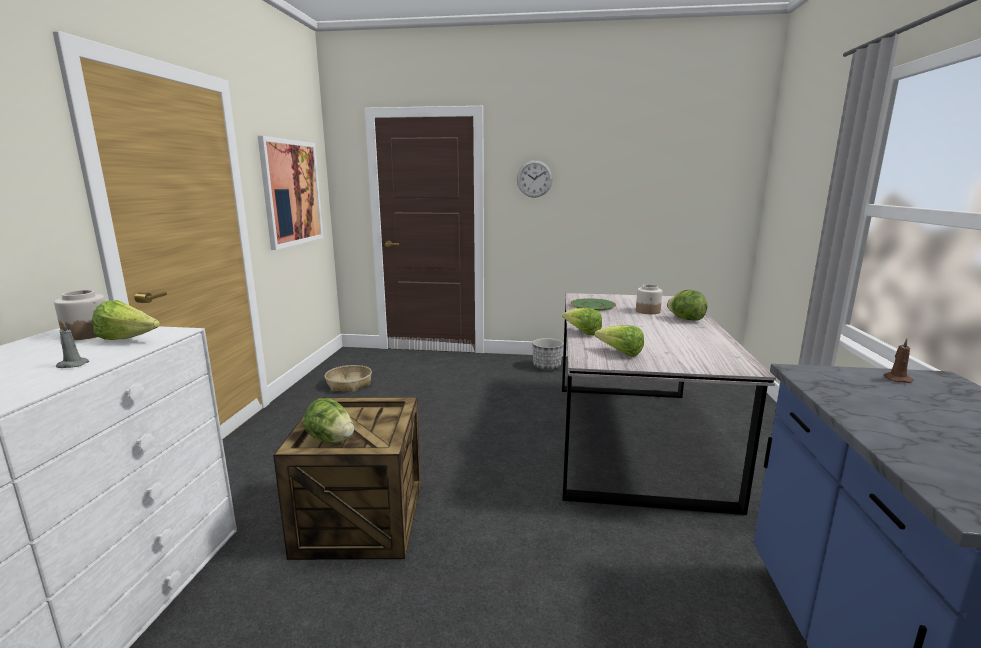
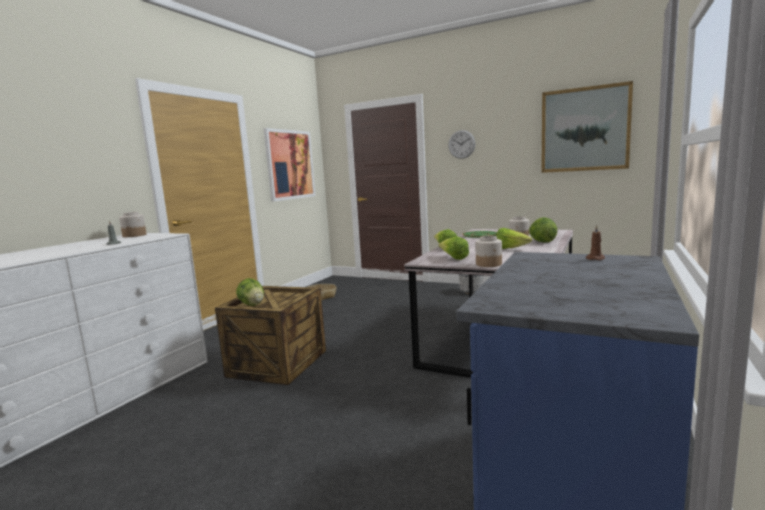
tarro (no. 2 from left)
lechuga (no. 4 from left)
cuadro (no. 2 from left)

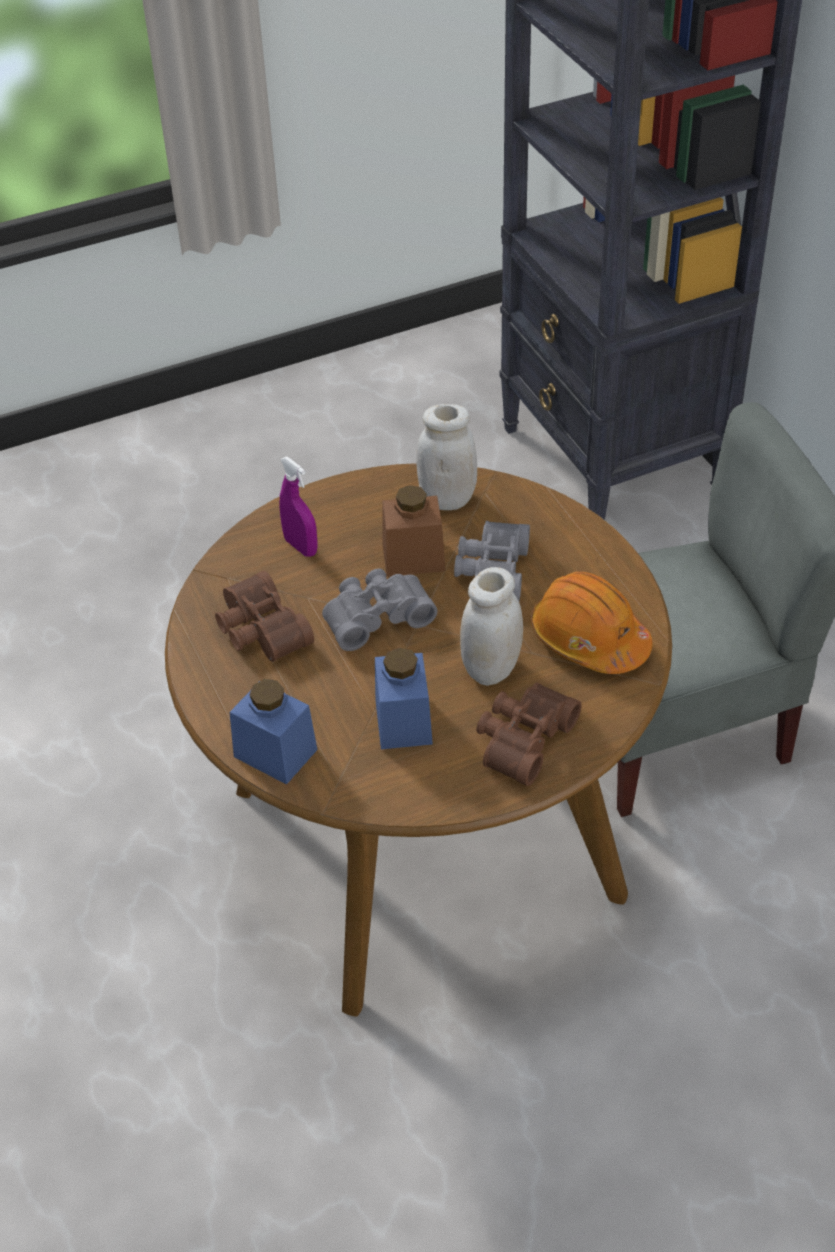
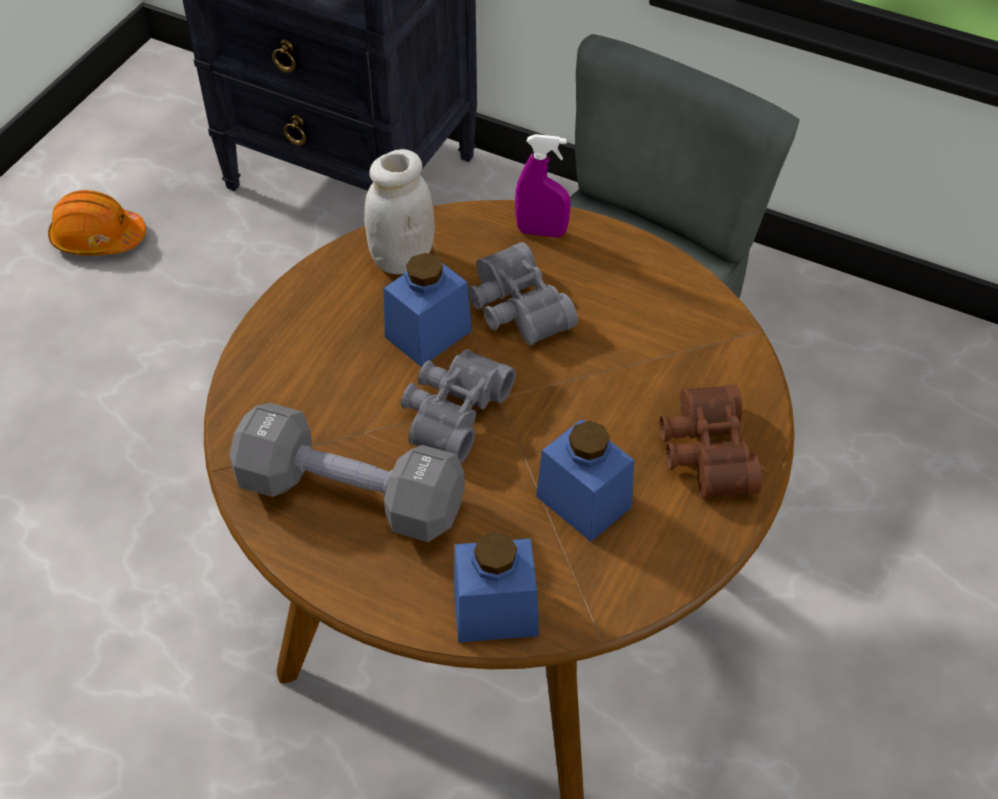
casco/naranja
mancuerna/gris
tarro/azul (no. 1 from left)
pulverizador/morado
tarro/blanco (no. 2 from left in the first image)

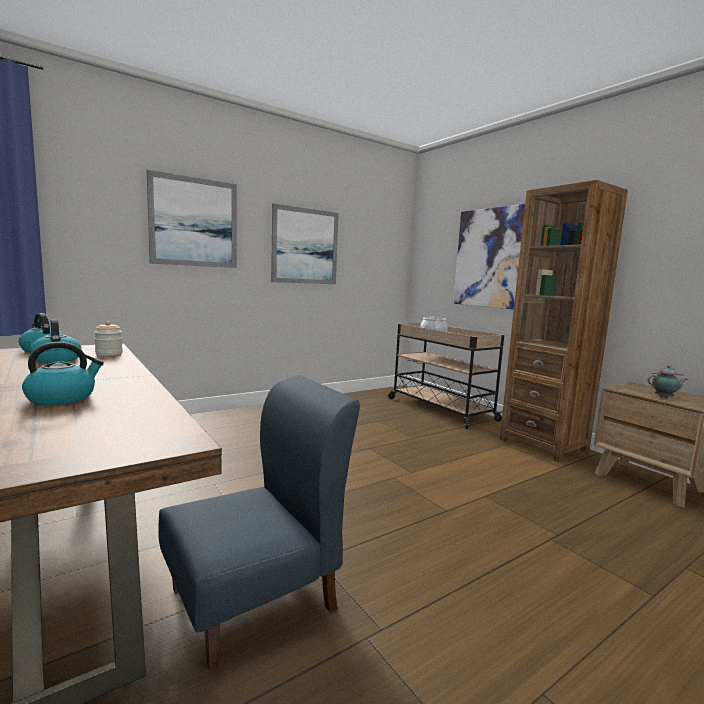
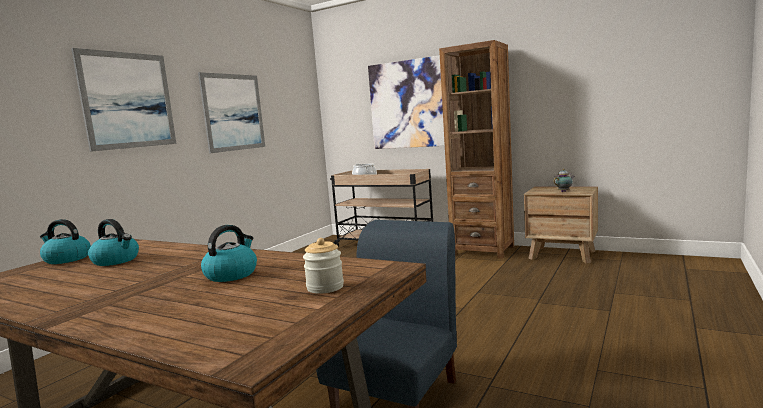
tarro

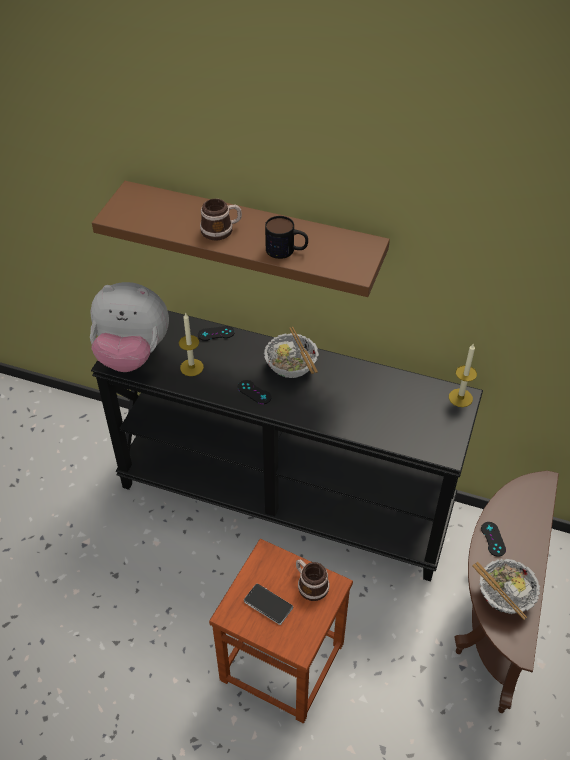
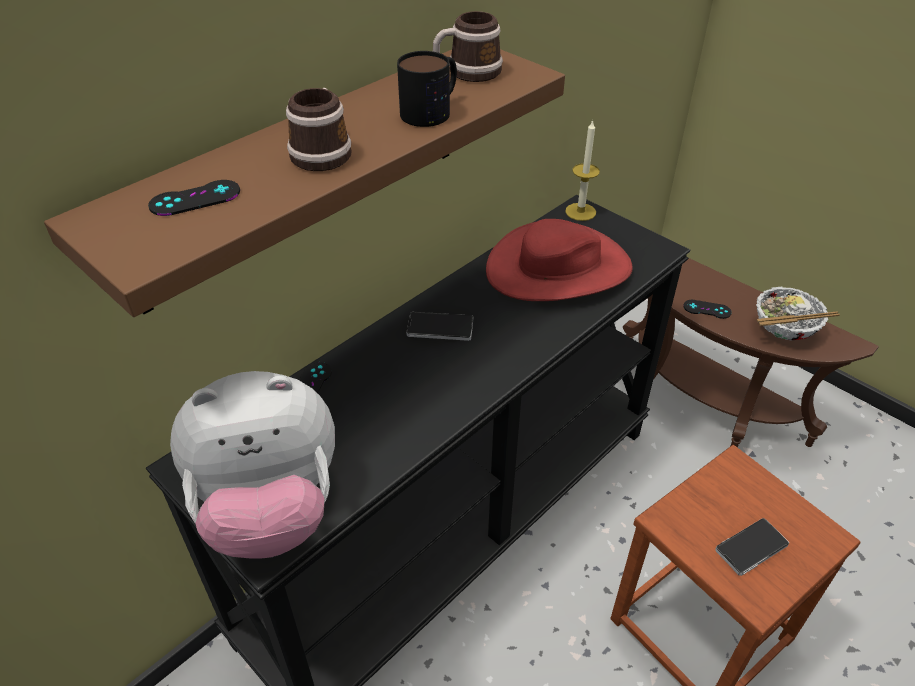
mando de consola/negro (no. 1 from left)
peluche
móvil (no. 1 from left)
taza grande (no. 3 from left)
sombrero/rojo
vela (no. 1 from left in the first image)

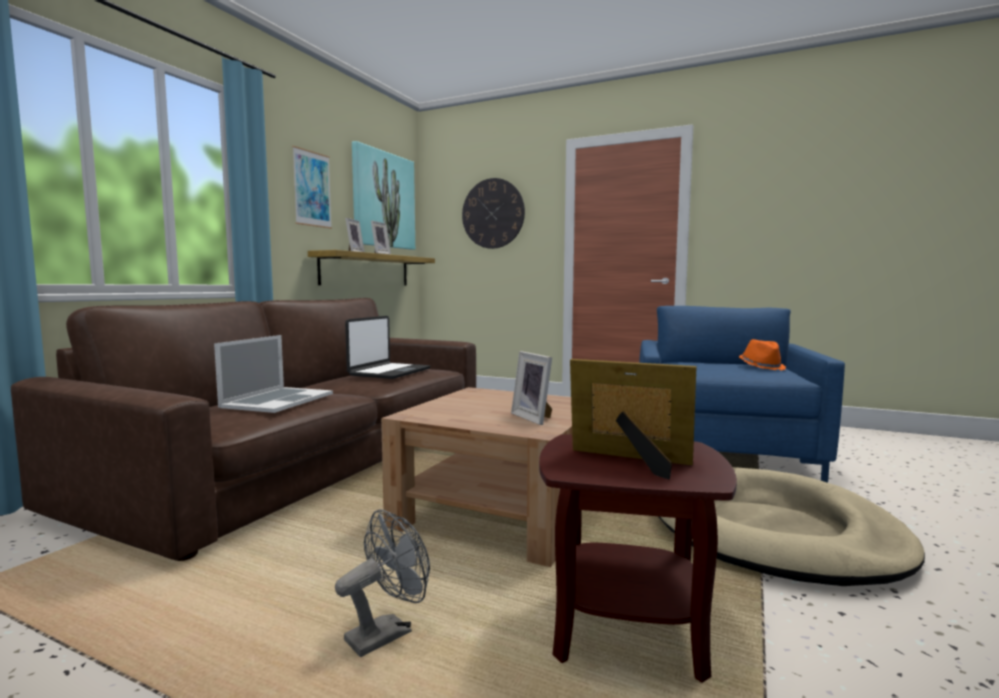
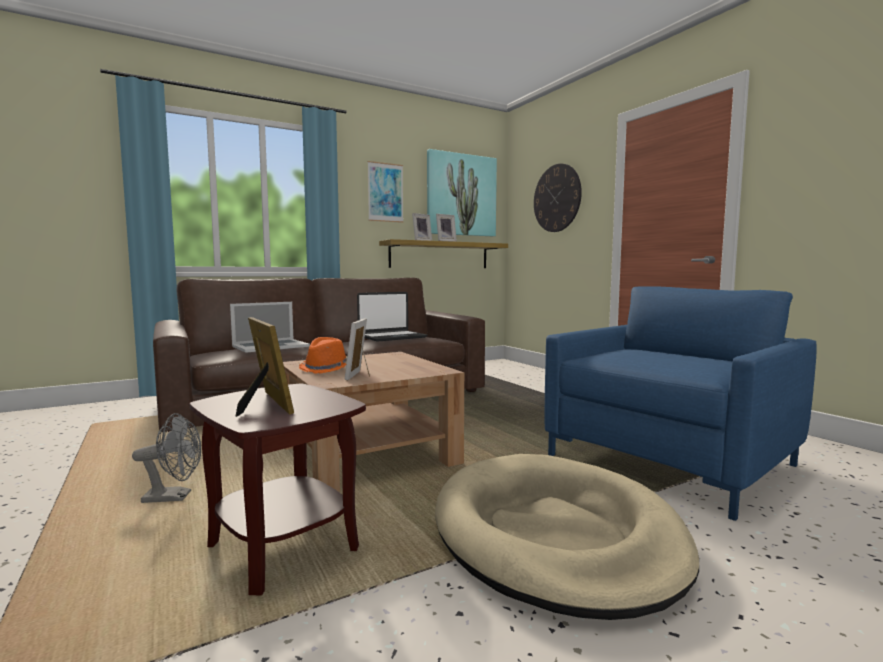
sombrero/naranja

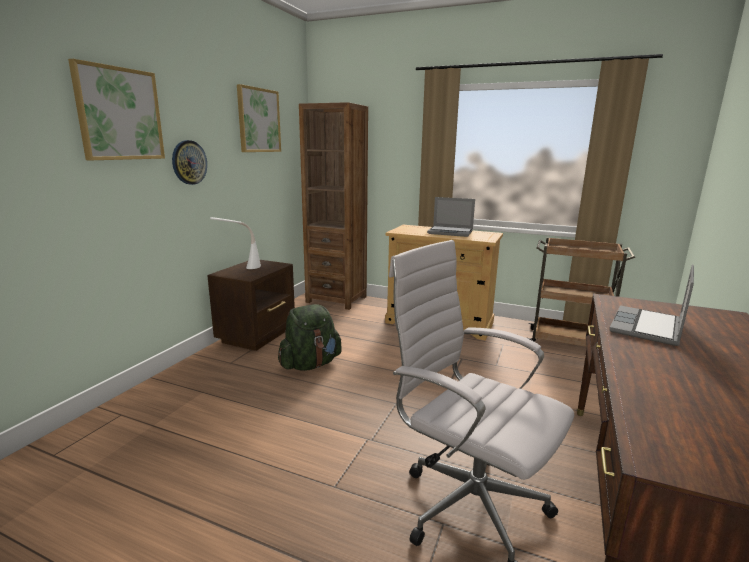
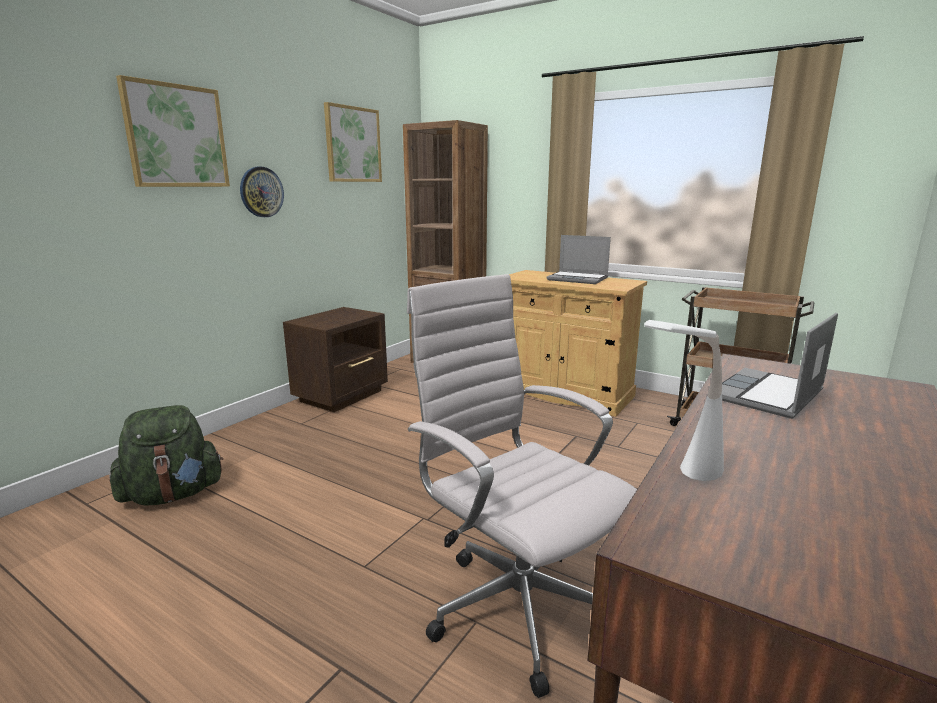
mochila/verde
lámpara de mesa/blanco

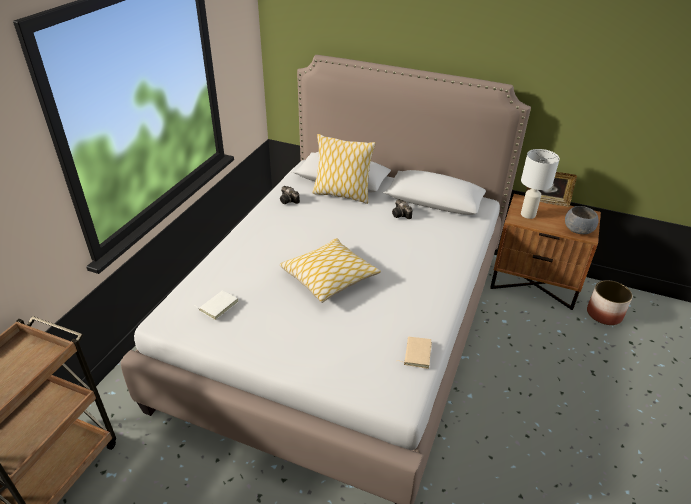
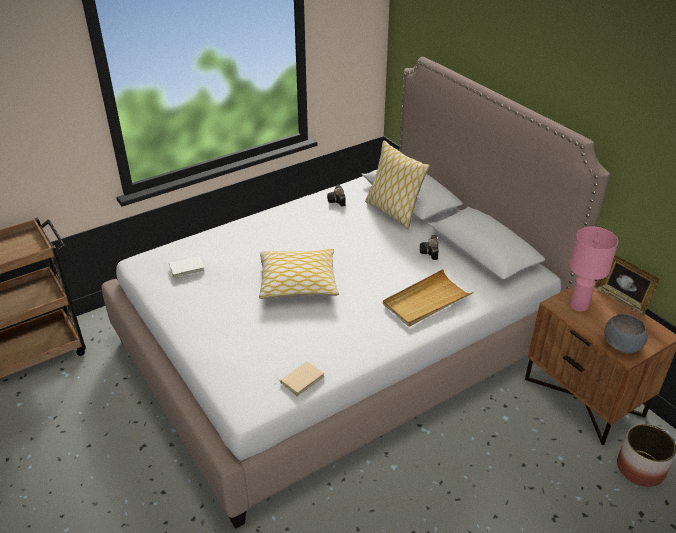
bandeja/beis
lámpara de mesa/rosa

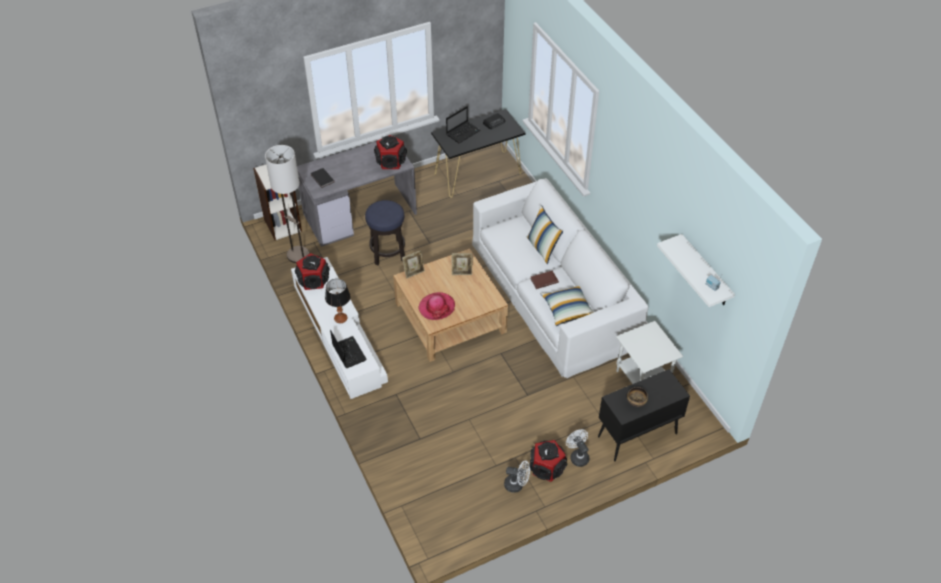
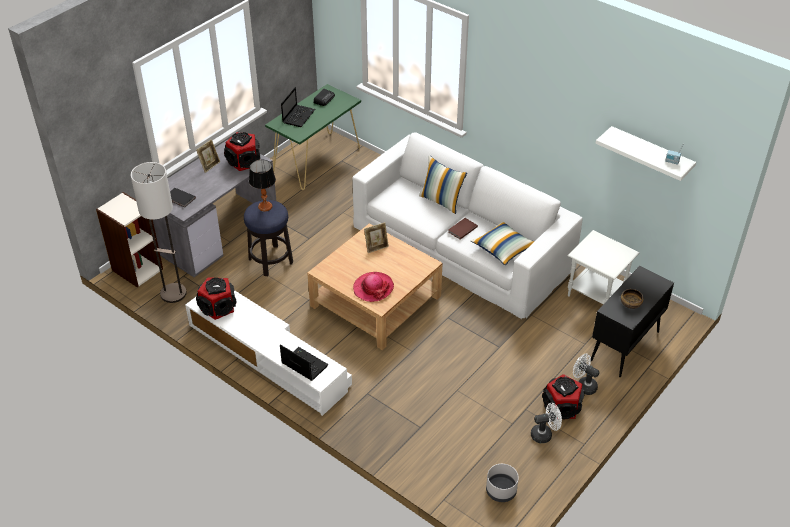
portarretratos (no. 1 from left)
lámpara de mesa
mesa consola/verde
maceta/gris

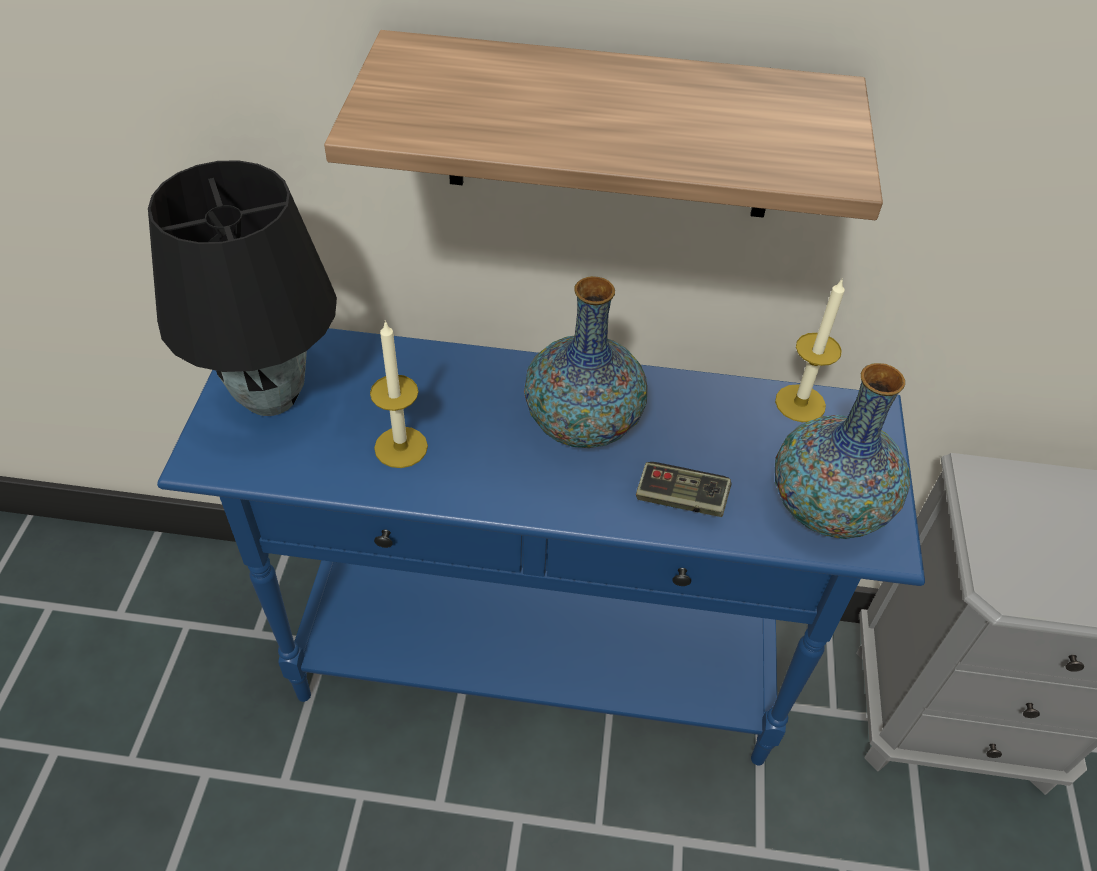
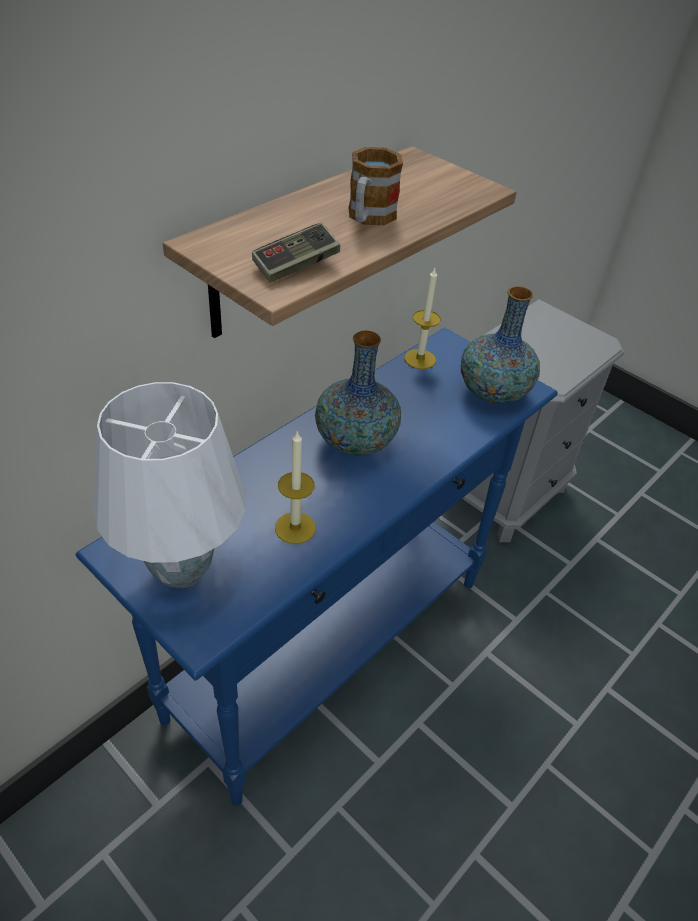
lámpara de mesa/blanco
mando de consola
taza grande

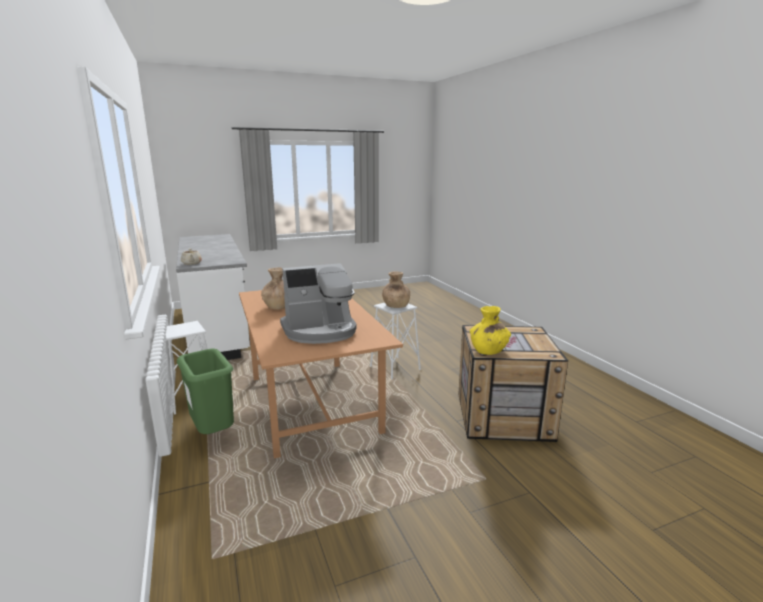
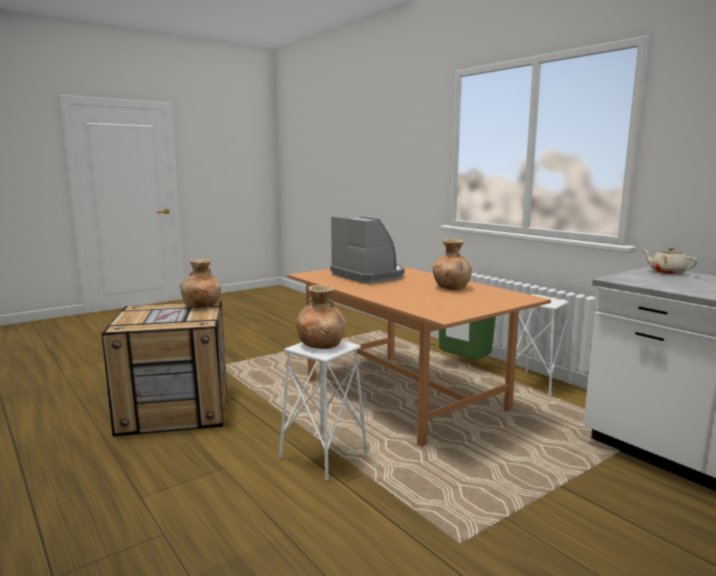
florero/marrón (no. 1 from left)
cafetera

